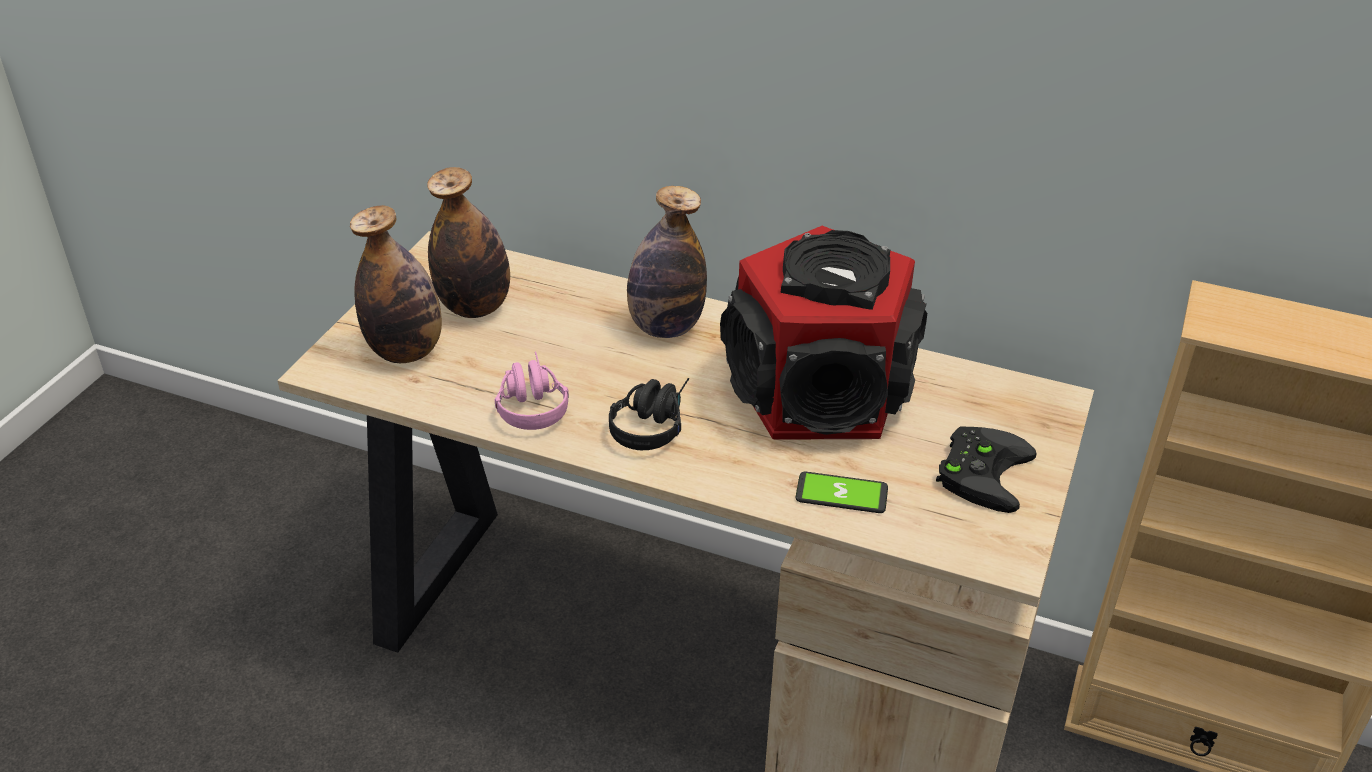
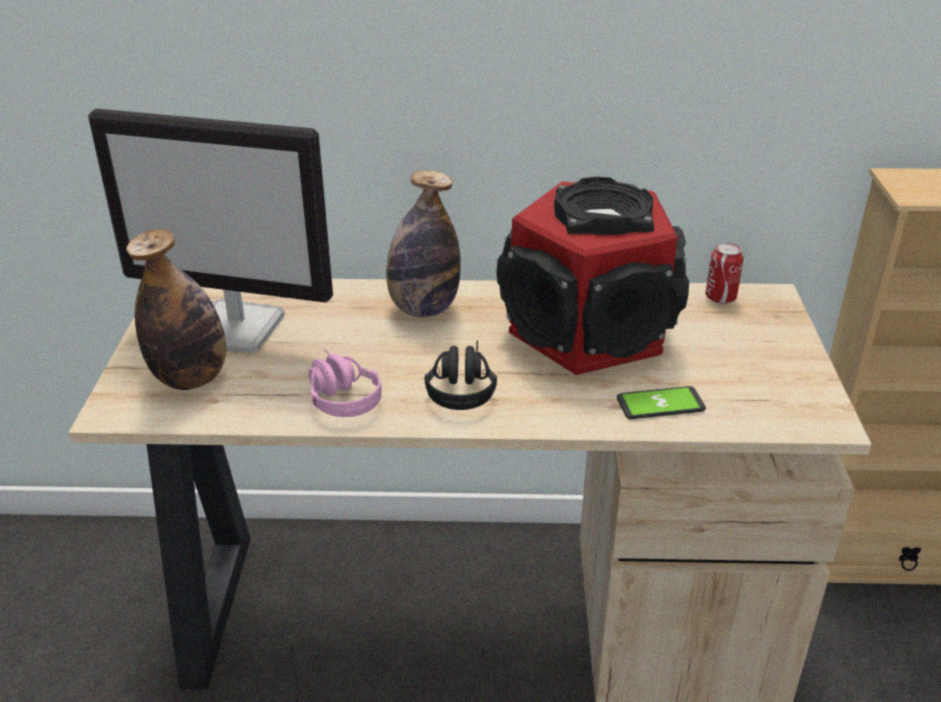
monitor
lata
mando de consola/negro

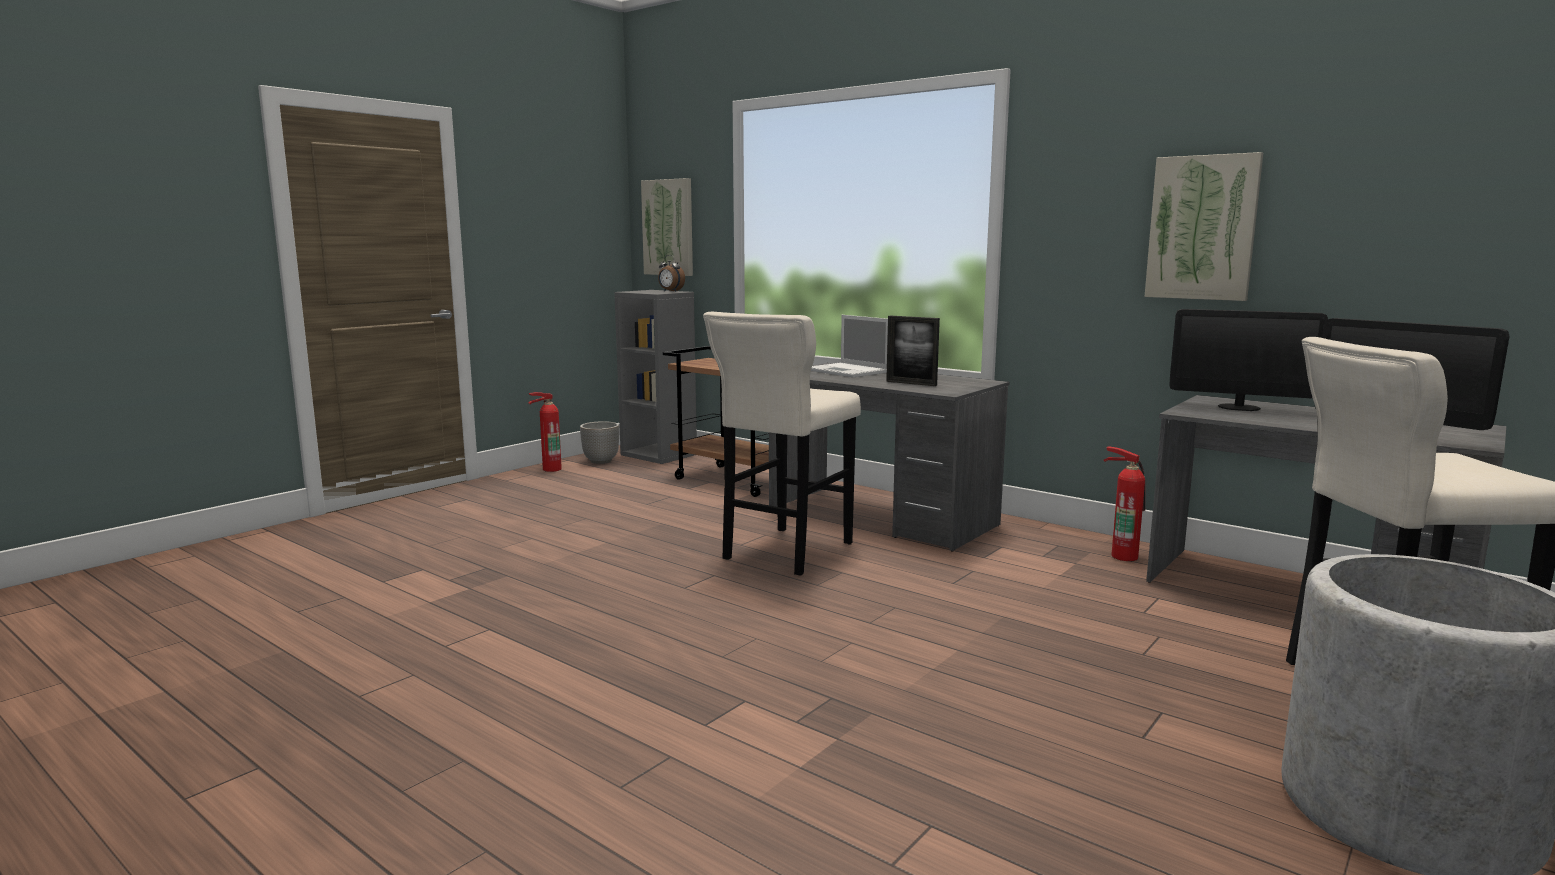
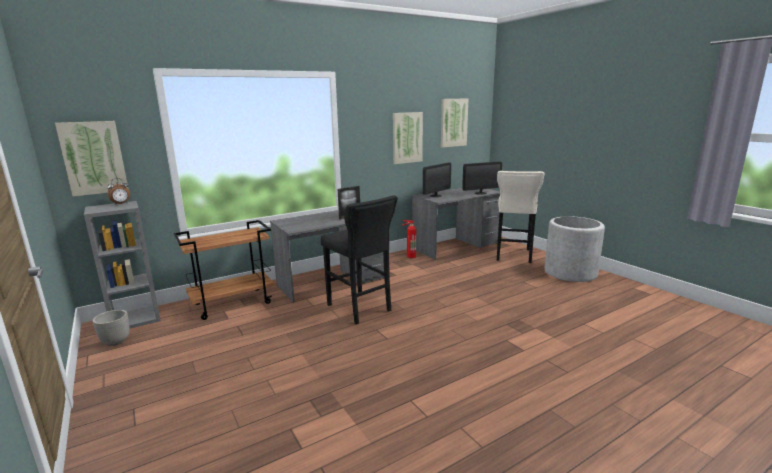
taburete/negro
cuadro (no. 3 from left)
extintor (no. 1 from left in the first image)
portátil

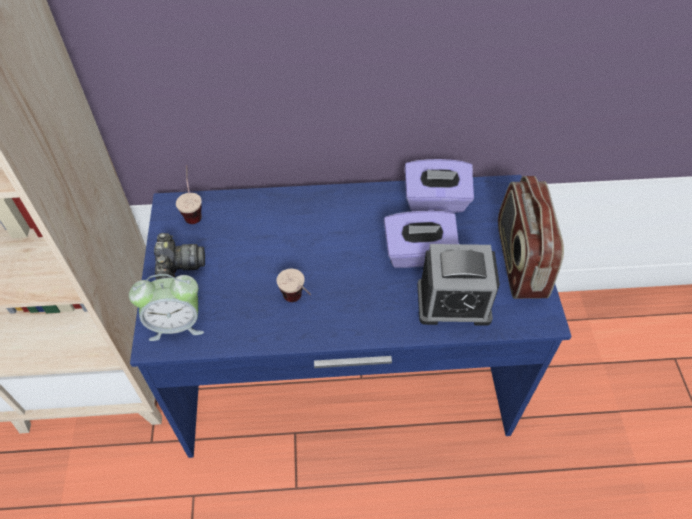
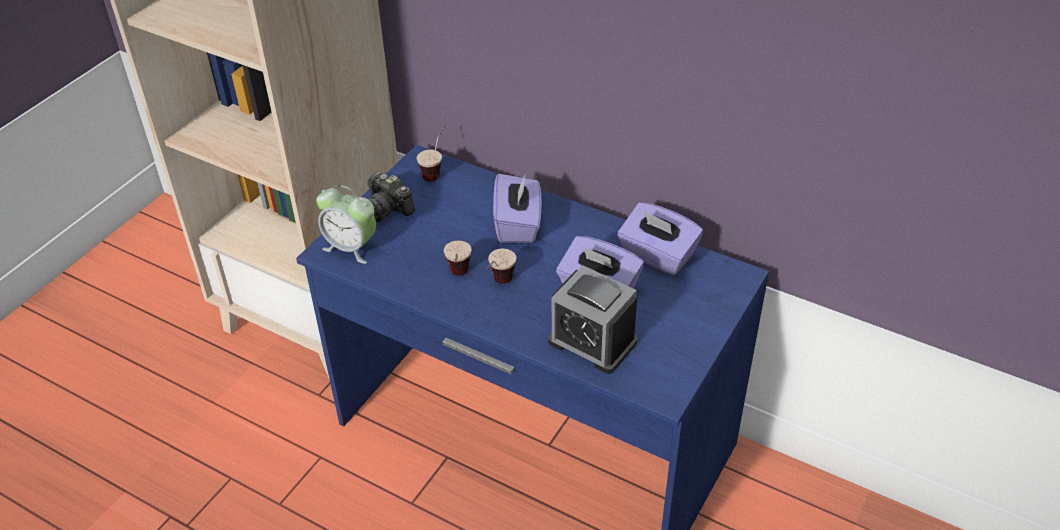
cámara
taza (no. 3 from left)
caja de pañuelos/morado (no. 1 from left)
radio

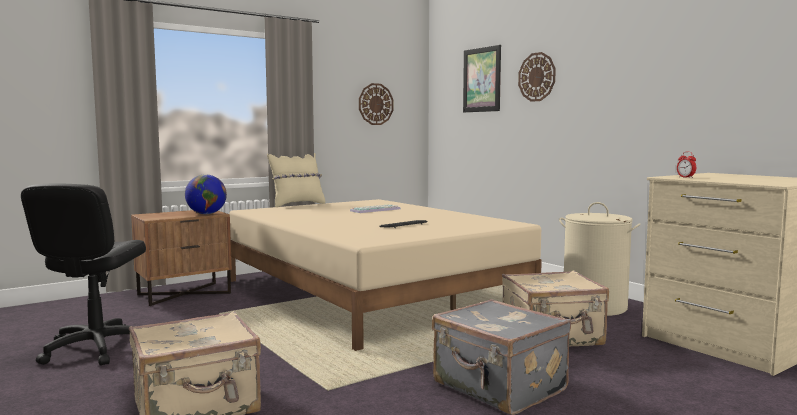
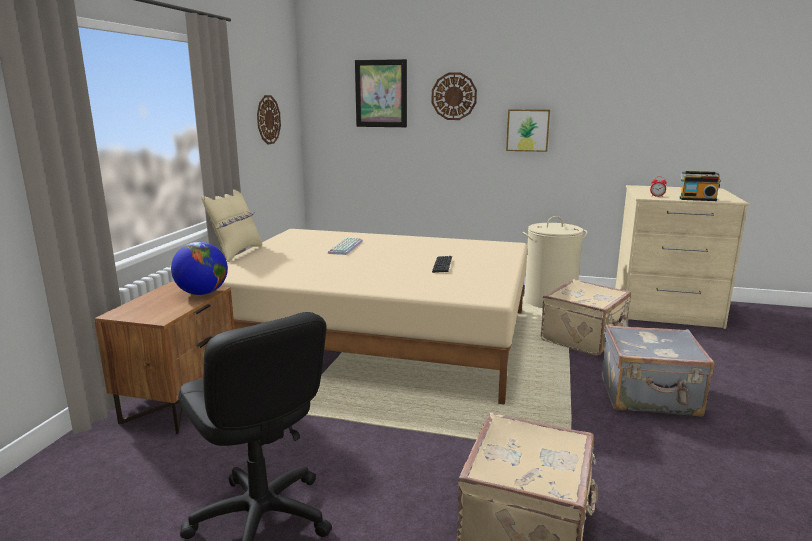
cuadro (no. 2 from left)
radio

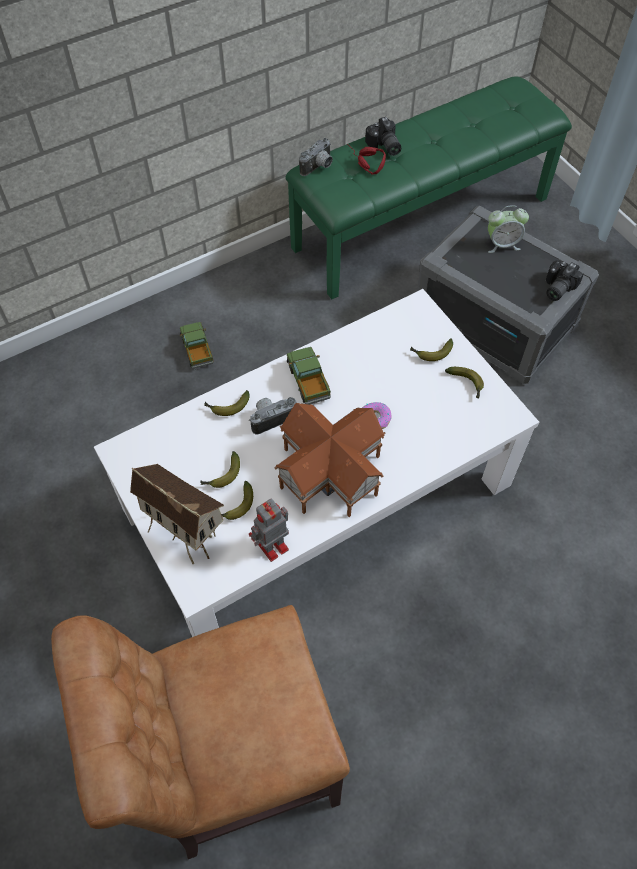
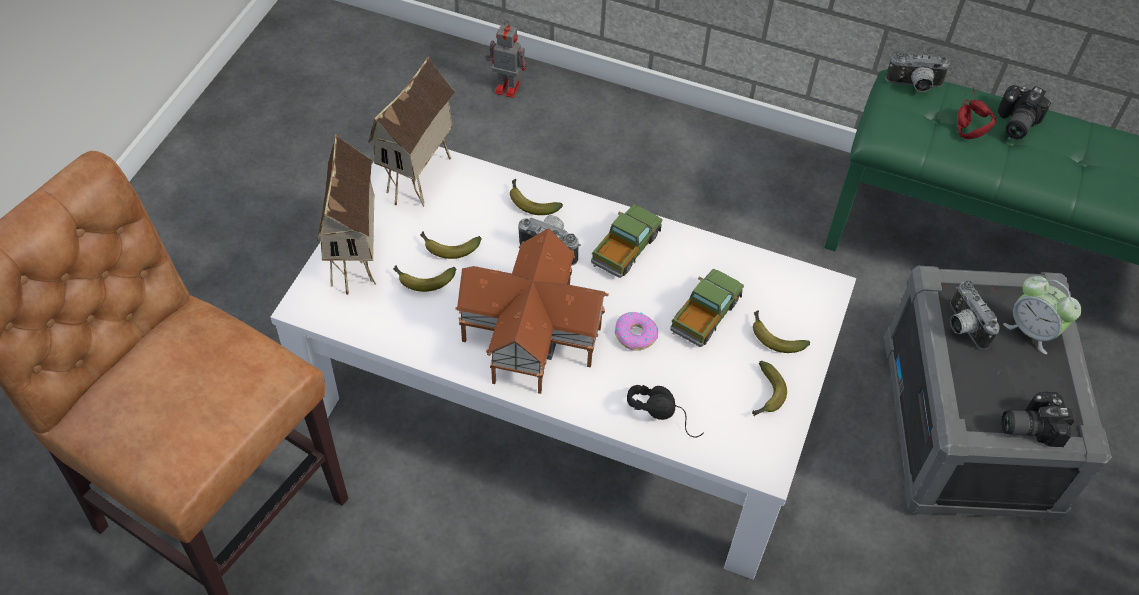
casita (no. 2 from left)
robot de juguete
auriculares/negro
camión de juguete (no. 2 from left)
cámara (no. 3 from left)

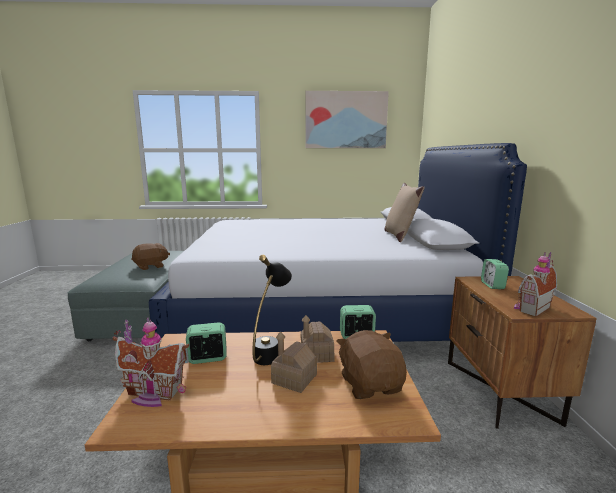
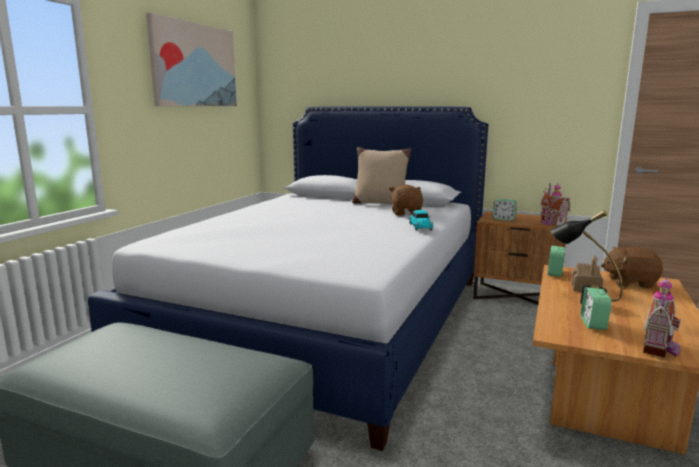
peluche/marrón (no. 1 from left)
coche de juguete
casita (no. 2 from left in the first image)

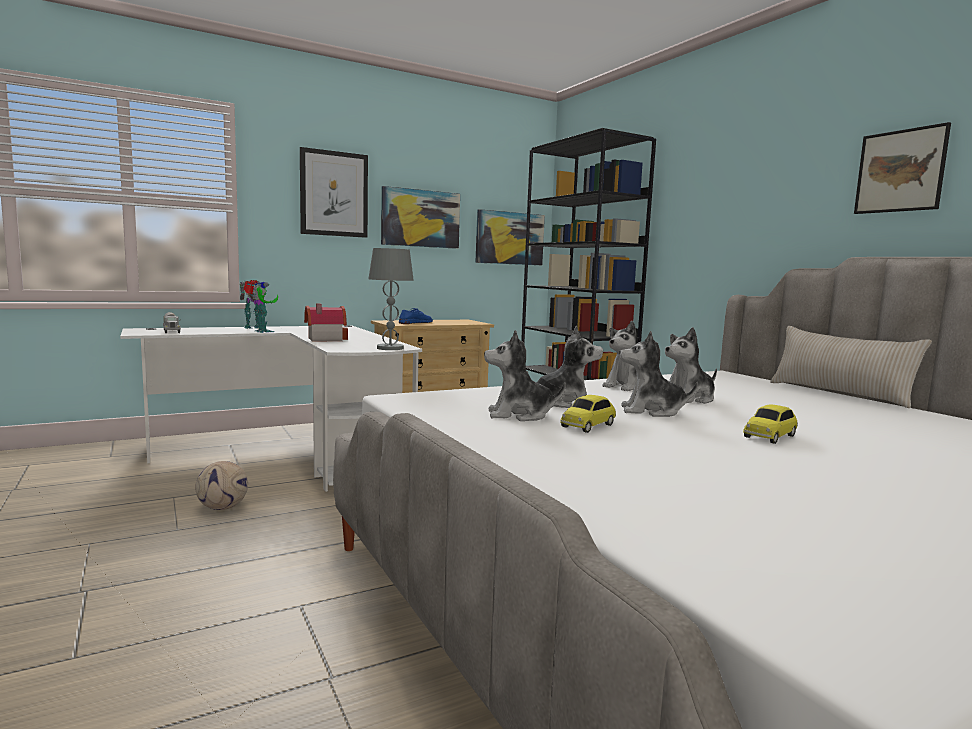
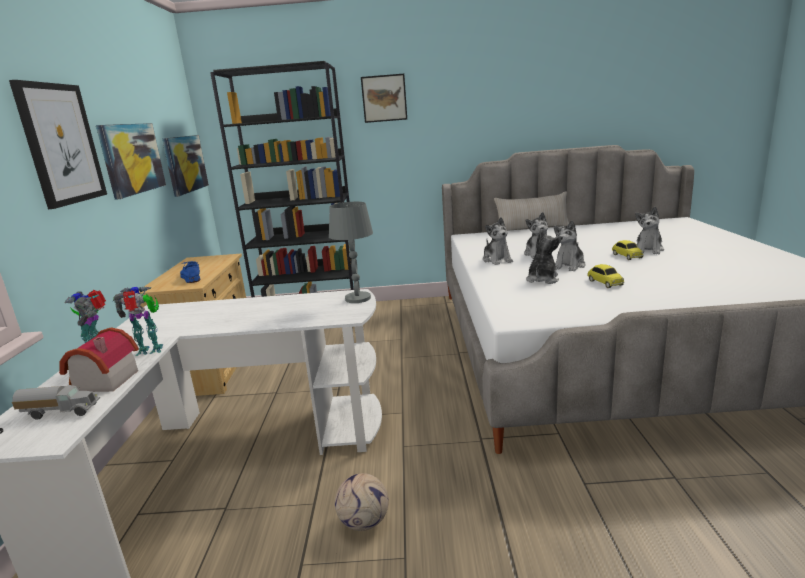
casita
cuadro (no. 4 from left)
peluche (no. 5 from left)

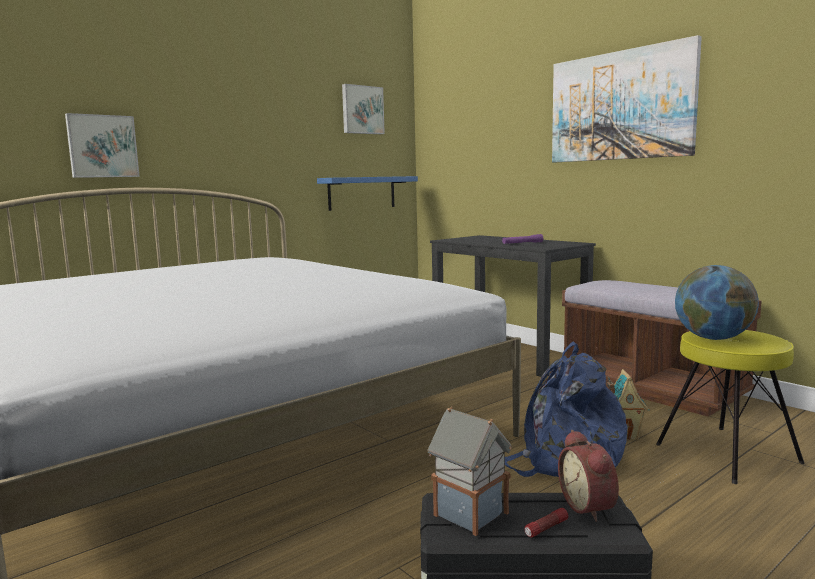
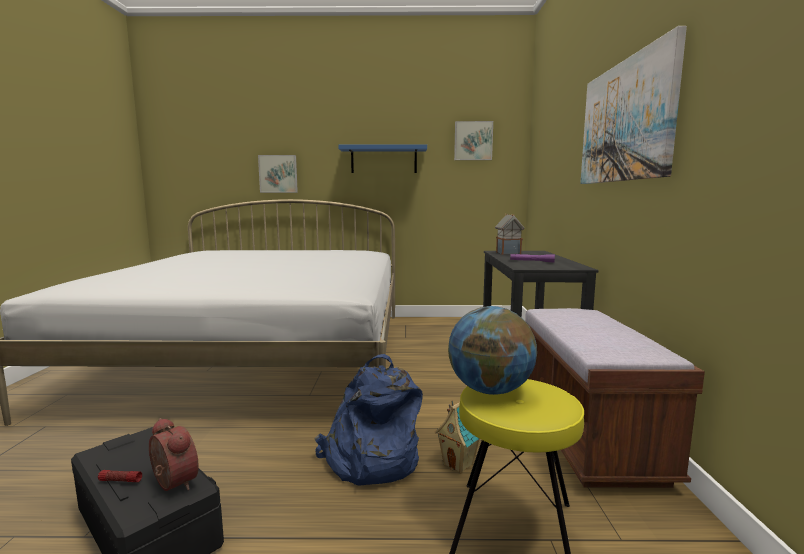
despertador
estante/azul
casita (no. 2 from left)

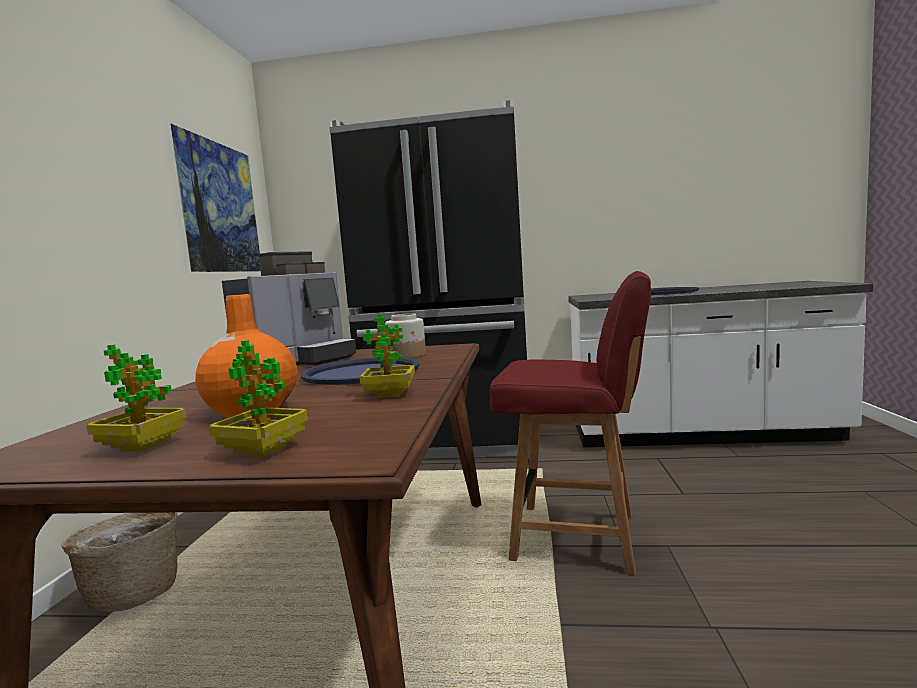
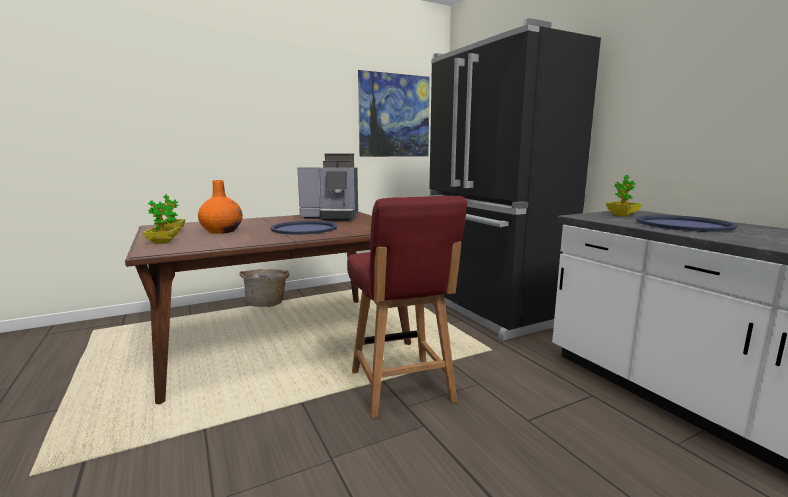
planta en maceta (no. 3 from left)
tarro

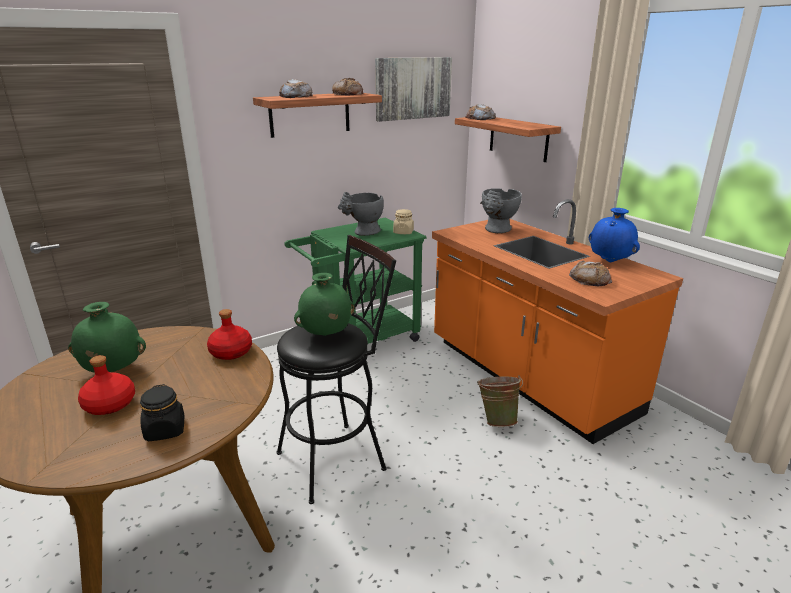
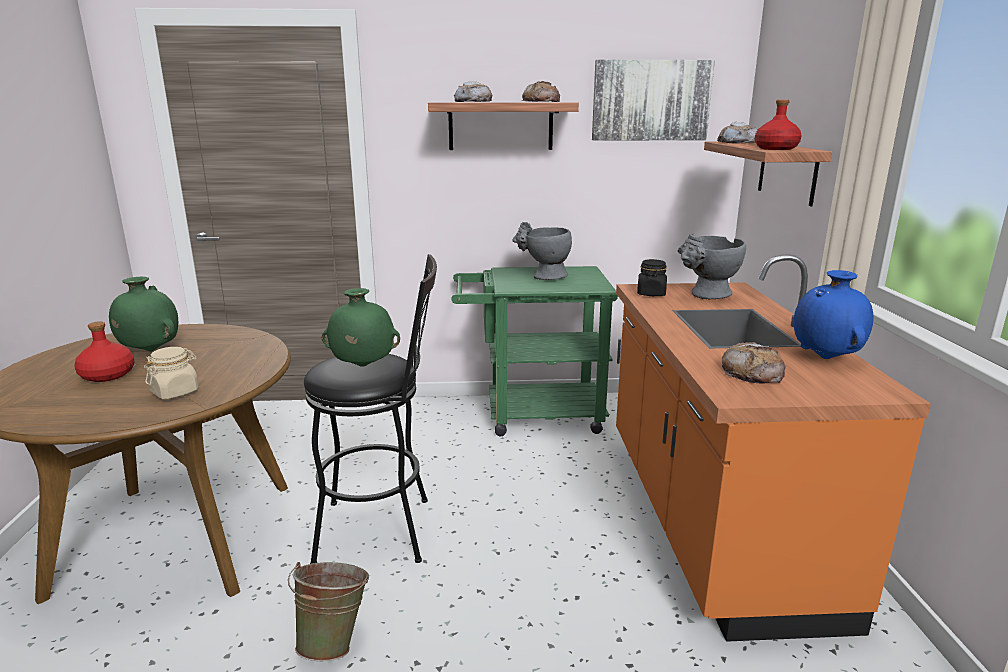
tarro/beis
cubo/verde
tarro/negro
botella/rojo (no. 2 from left)

